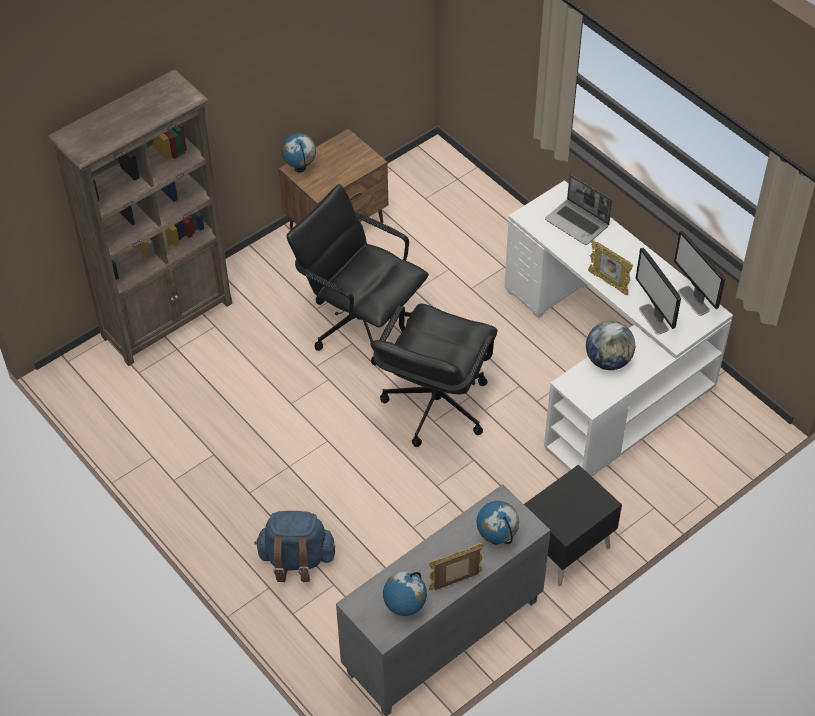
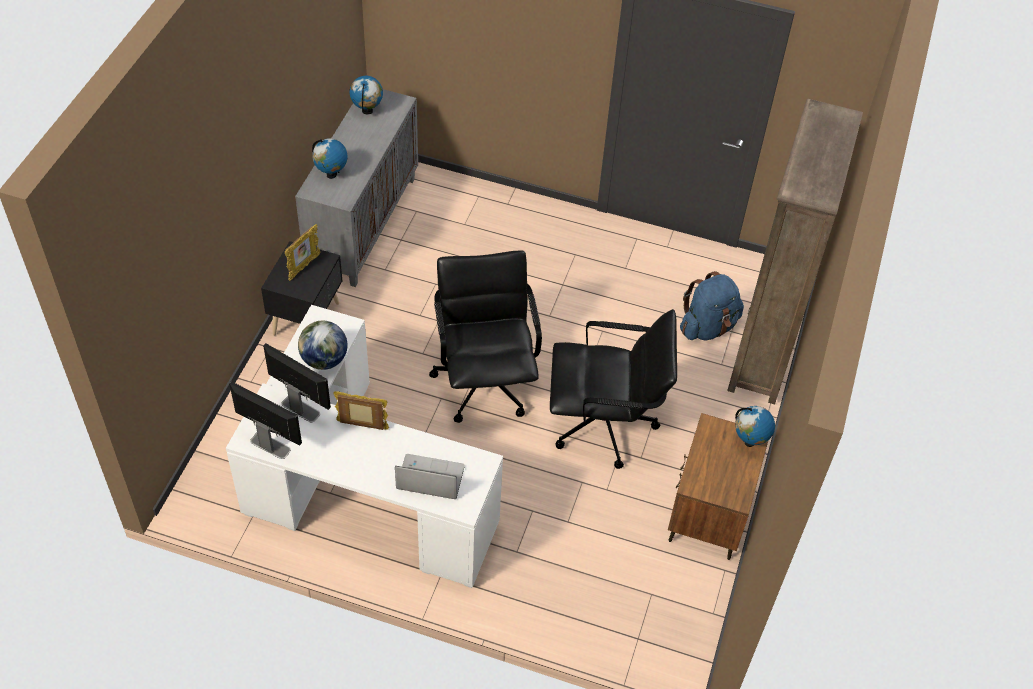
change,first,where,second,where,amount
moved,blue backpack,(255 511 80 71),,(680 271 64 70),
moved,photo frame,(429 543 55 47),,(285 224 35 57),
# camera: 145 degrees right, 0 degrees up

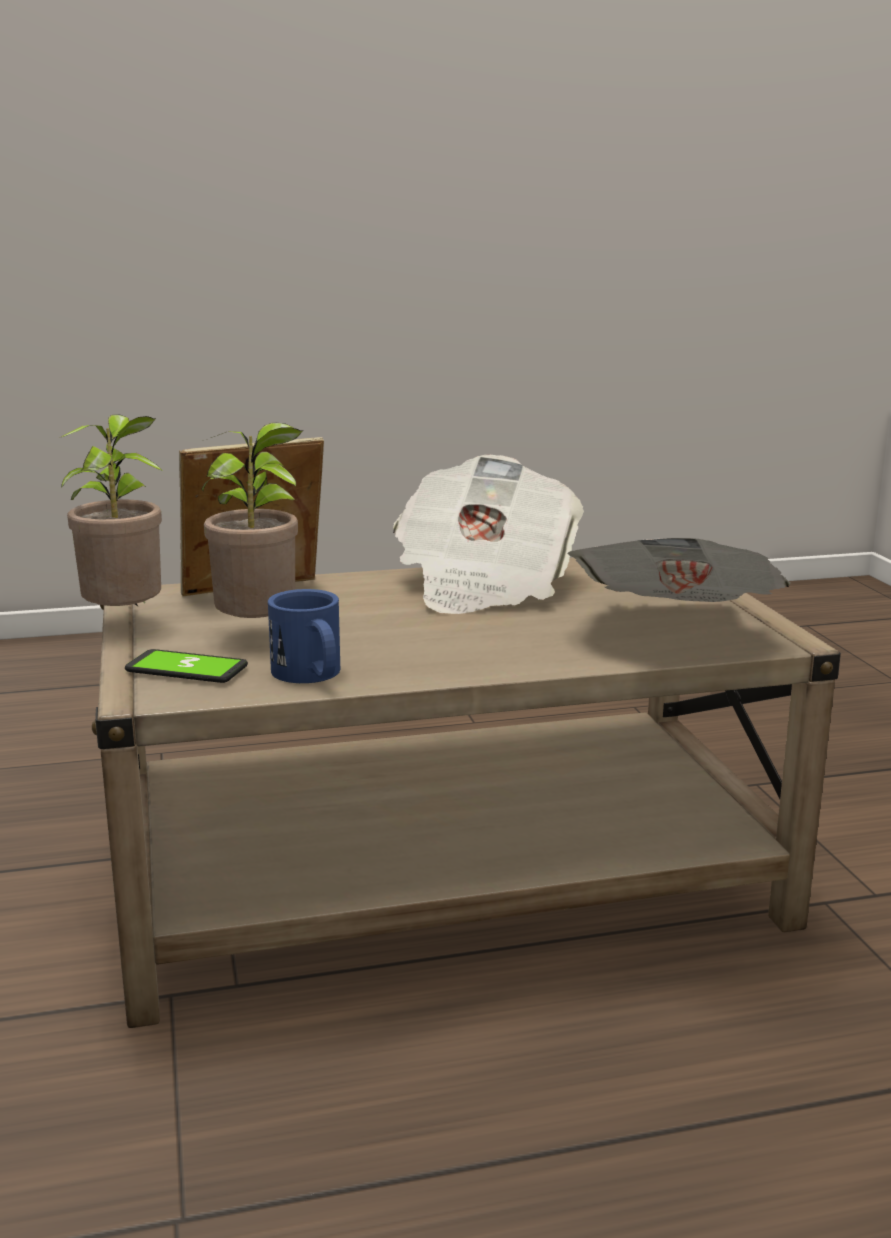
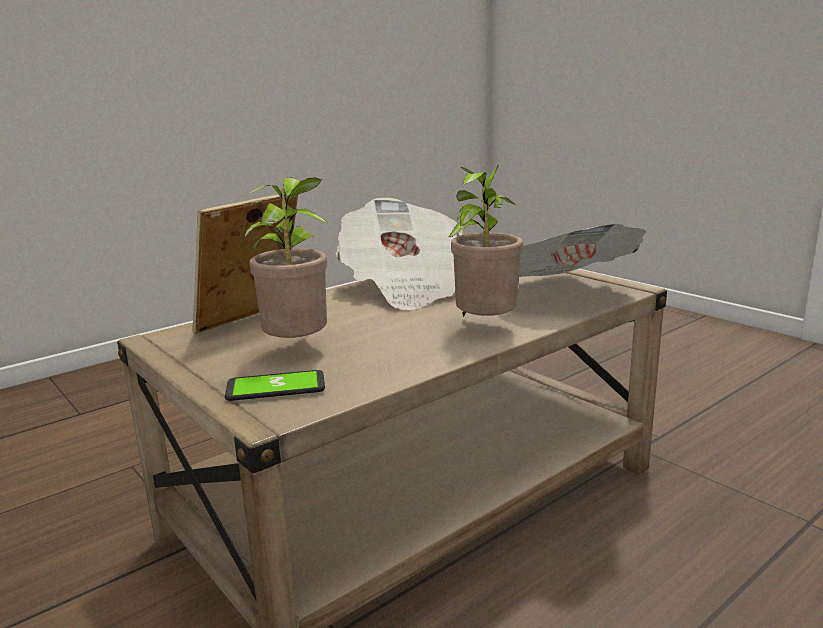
change,first,where,second,where,amount
removed,blue tea mug,(268 589 72 94),,,
moved,potted plant,(59 415 105 191),,(449 164 74 153),
# camera: 25 degrees left, 0 degrees up

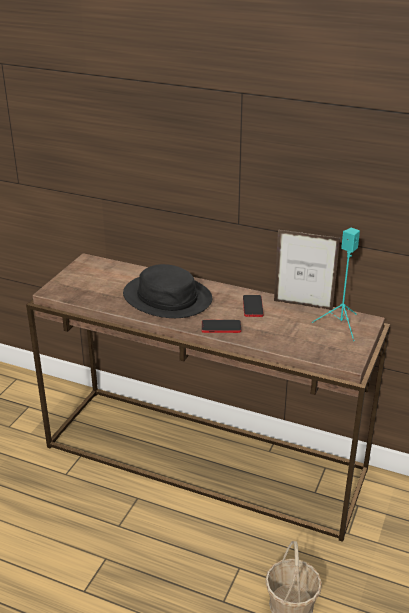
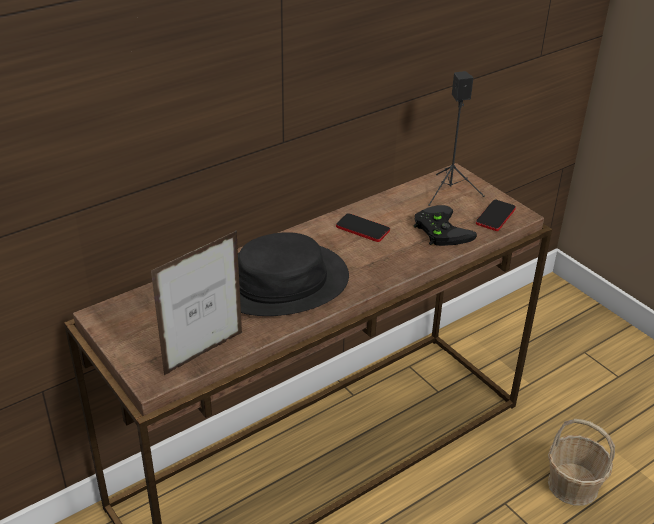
change,first,where,second,where,amount
added,,,black game controller,(413 205 64 41),
moved,telephone,(202 320 39 13),,(476 199 40 32),
moved,photo frame,(274 229 66 81),,(151 230 92 145),
recoloured,turquoise speaker,(312 228 48 113),black speaker,(428 71 57 135),
# camera: 60 degrees left, 5 degrees up

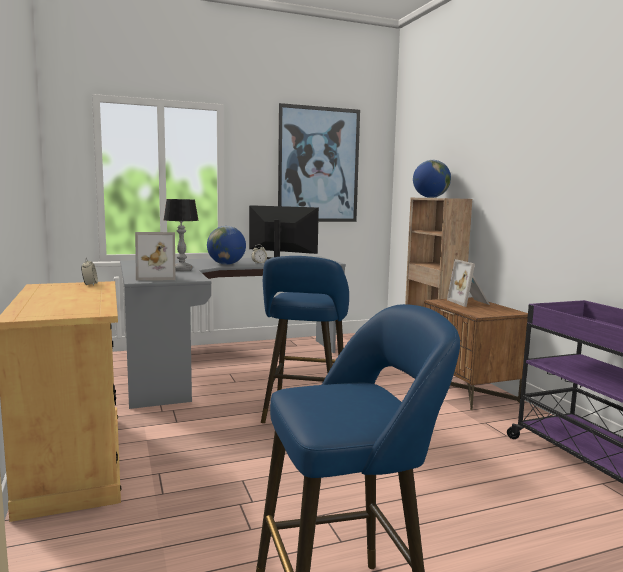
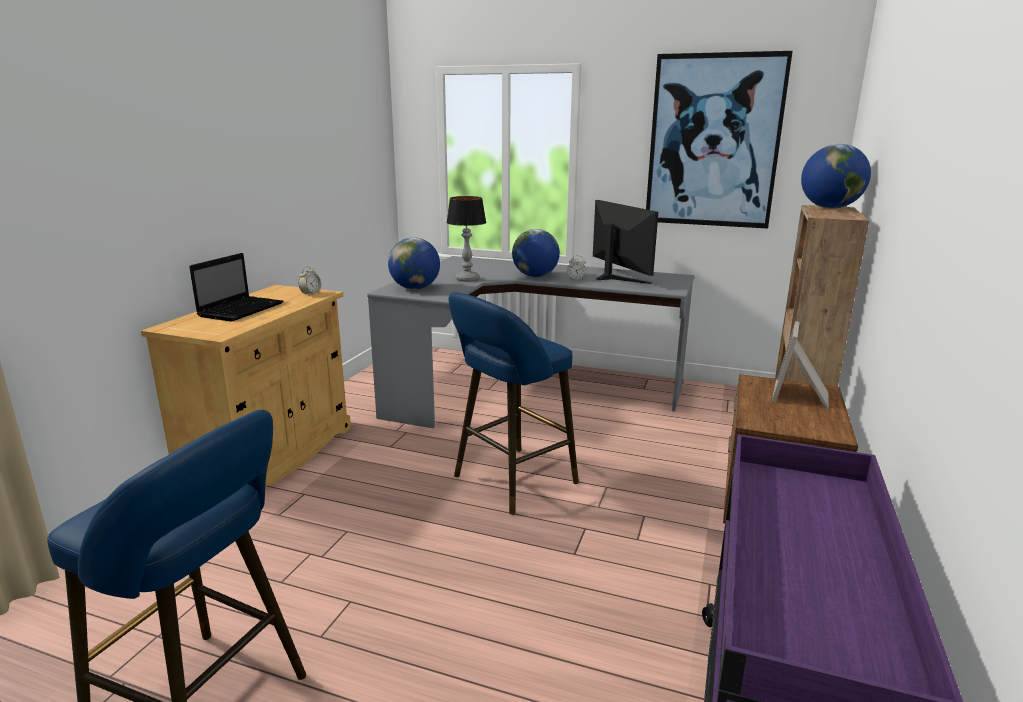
change,first,where,second,where,amount
added,,,notebook computer,(189 253 94 69),
replaced,photo frame,(135 232 41 49),world globe,(388 237 52 52),
# camera: 40 degrees right, 10 degrees up

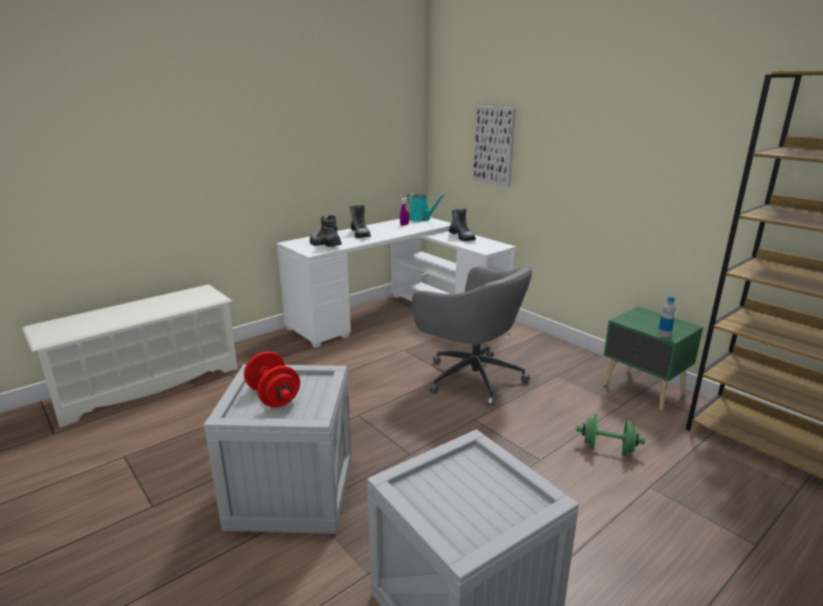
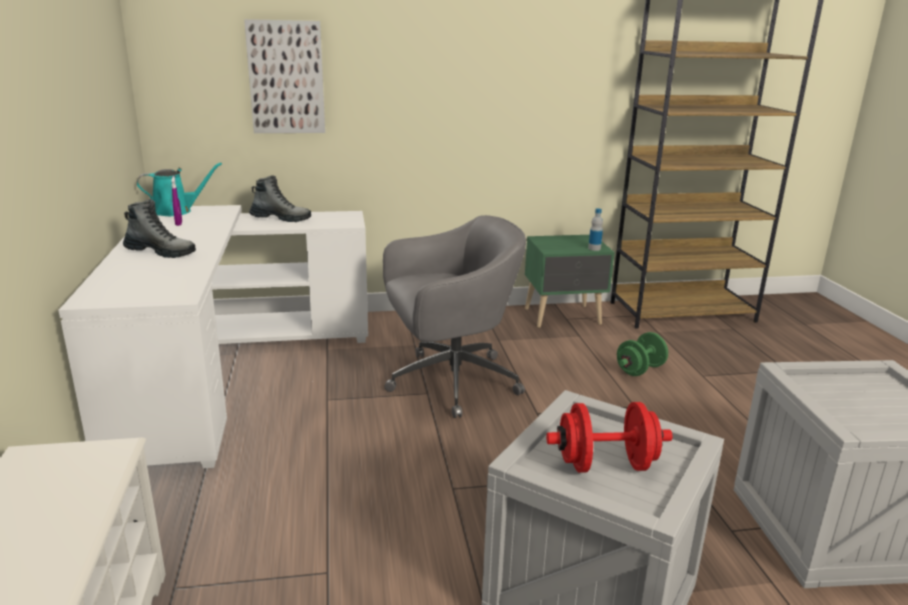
change,first,where,second,where,amount
removed,tall boot,(310 215 32 32),,,
# camera: 60 degrees left, 0 degrees up

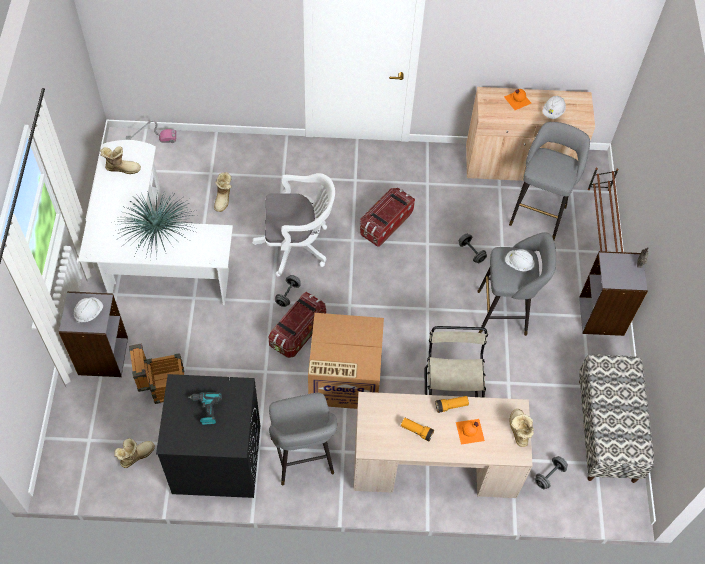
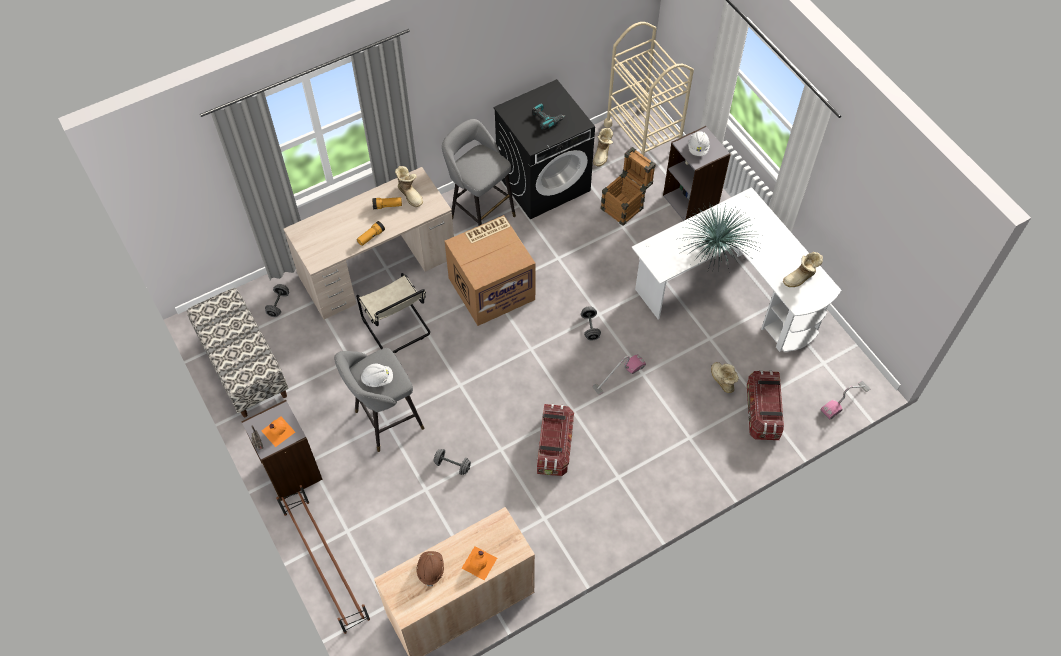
change,first,where,second,where,amount
removed,greyish stool,(509 122 81 118),,,
added,,,sand-coloured cart,(604 22 90 134),
moved,storage box,(268 292 58 66),,(747 370 37 70),
moved,orange bottle,(456 419 29 26),,(262 416 33 31),
moved,tall boot,(510 409 24 38),,(395 166 28 41),
replaced,white-coloured office chair,(252 173 83 104),vacuum cleaner,(592 354 54 41),
recoloured,white-coloured hard hat,(542 95 24 24),brownish hard hat,(417 551 27 35),
# camera: 150 degrees right, 0 degrees up

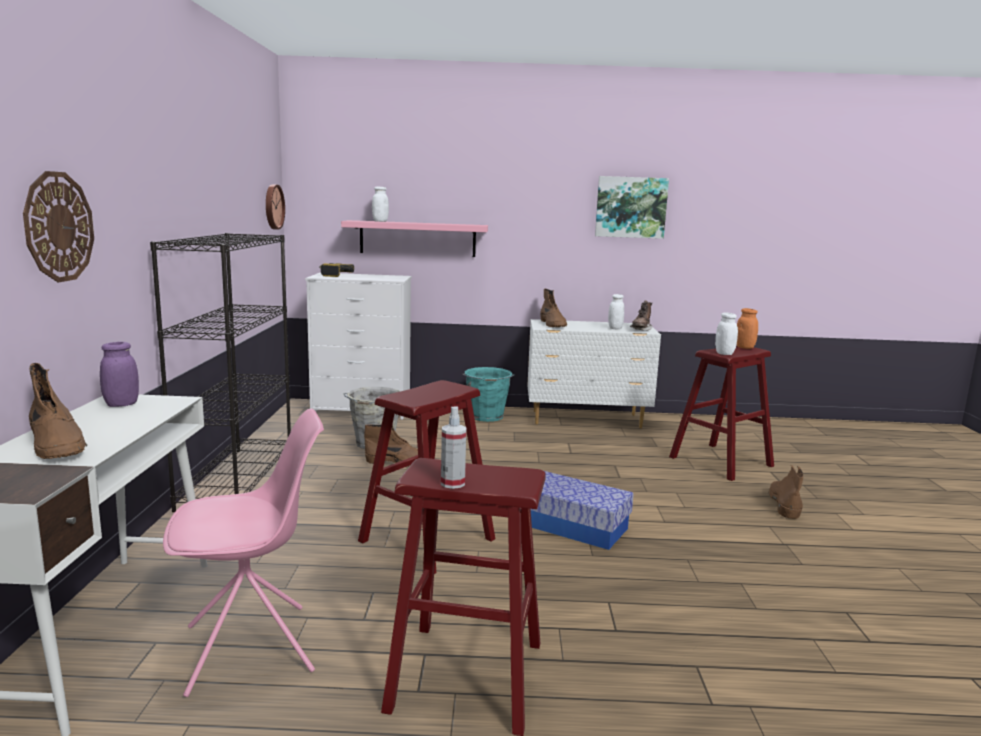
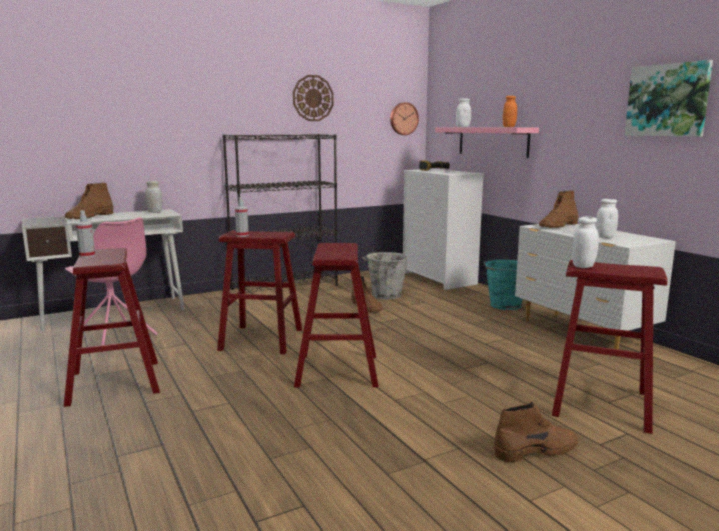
change,first,where,second,where,amount
removed,brownish tall boot,(630 301 22 30),,,
added,,,spray bottle,(235 197 14 40),
moved,clock on the wall,(23 171 71 111),,(293 75 41 46),
moved,orange preserve jar,(737 308 21 41),,(503 96 14 31),
replaced,storage box,(531 471 103 79),red-coloured stool,(294 243 85 144),
recoloured,purple preserve jar,(100 342 39 65),white-coloured preserve jar,(145 181 17 32),
# camera: 60 degrees right, 0 degrees up

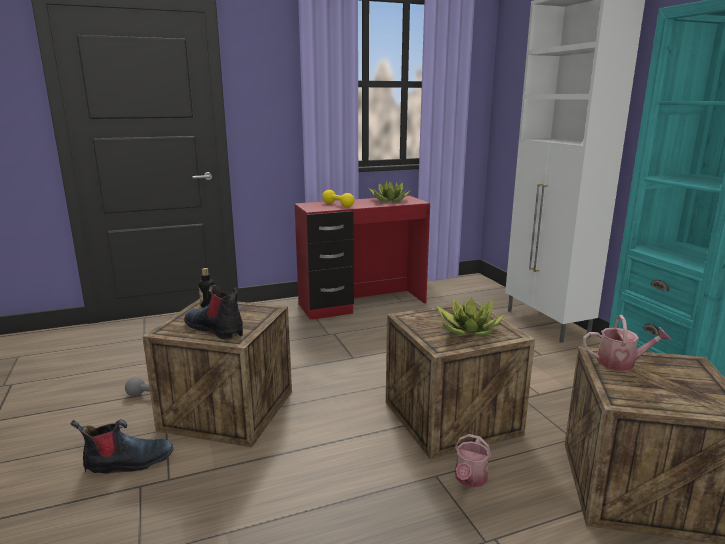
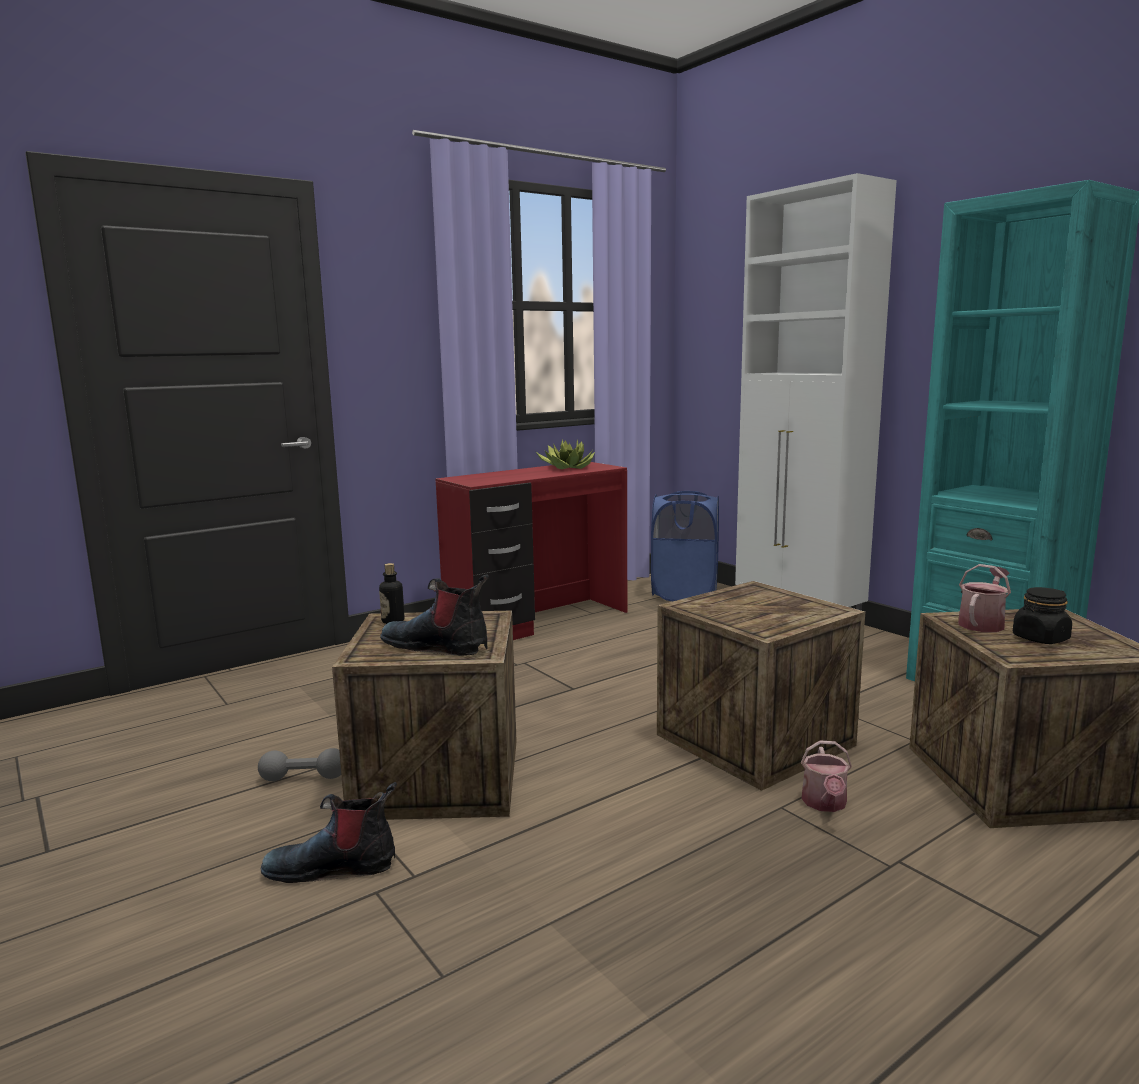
change,first,where,second,where,amount
removed,yellowish hand weight,(322 190 33 17),,,
removed,potted plant,(436 297 69 39),,,
added,,,blue hamper,(651 491 68 110),
added,,,black preserve jar,(1013 587 59 57),
turned,tall boot,(71 419 102 55),,(261 782 136 101),150 degrees counterclockwise
turned,watering pot,(583 315 88 56),,(958 564 53 68),45 degrees counterclockwise
# camera: 15 degrees left, 5 degrees down

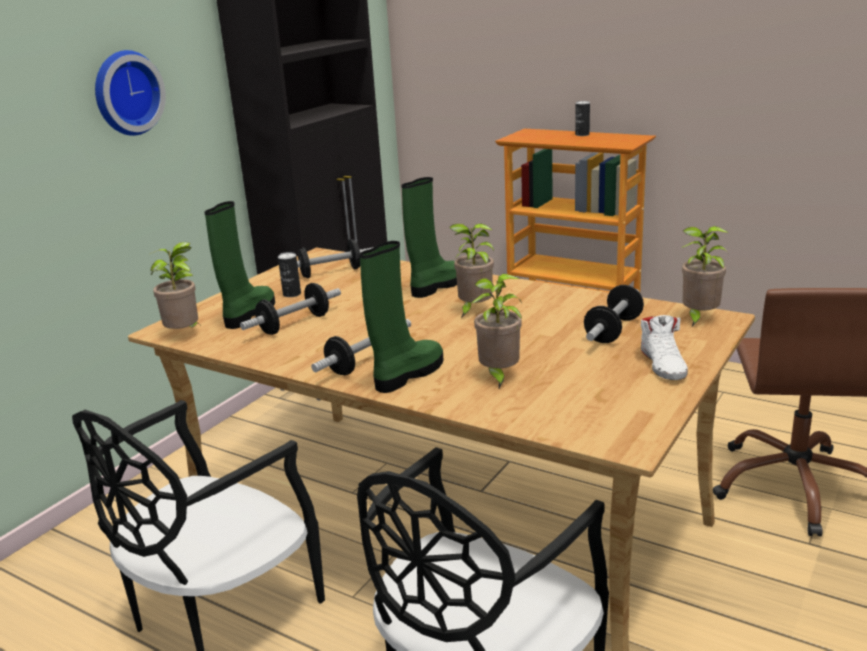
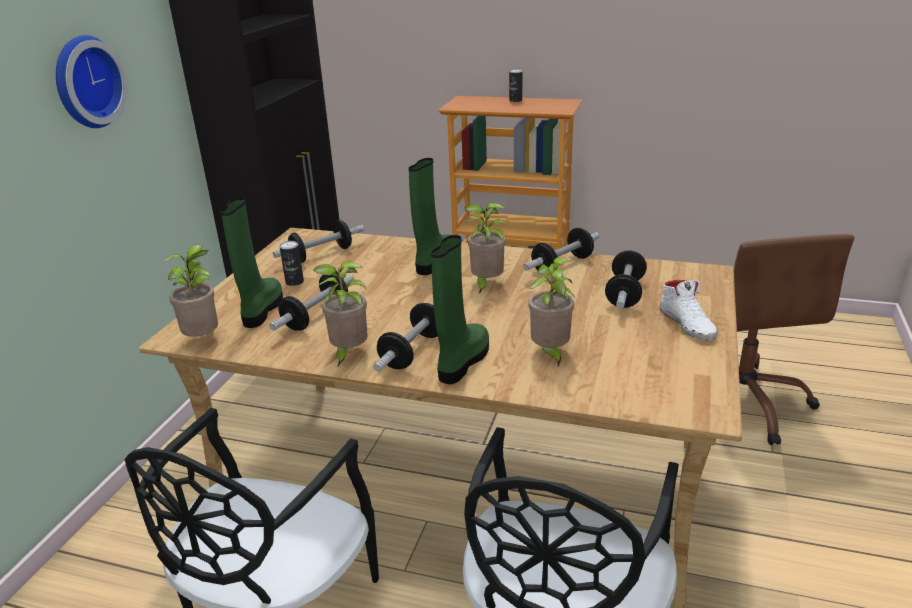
change,first,where,second,where,amount
added,,,hand weight,(523 228 77 47),
moved,potted plant,(681 226 48 102),,(313 261 55 107),
# camera: 15 degrees left, 5 degrees up

